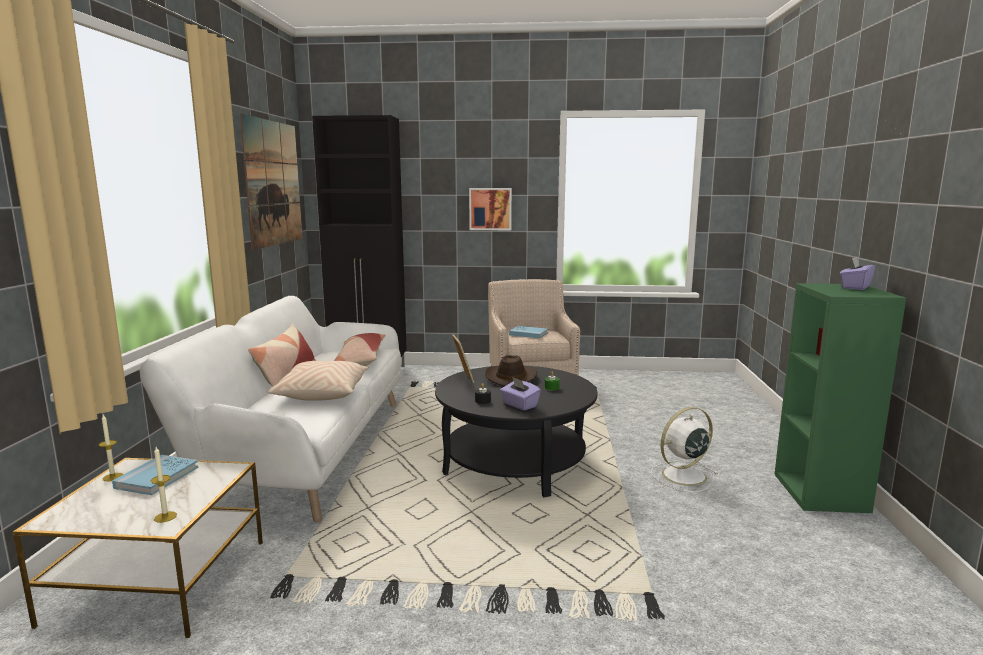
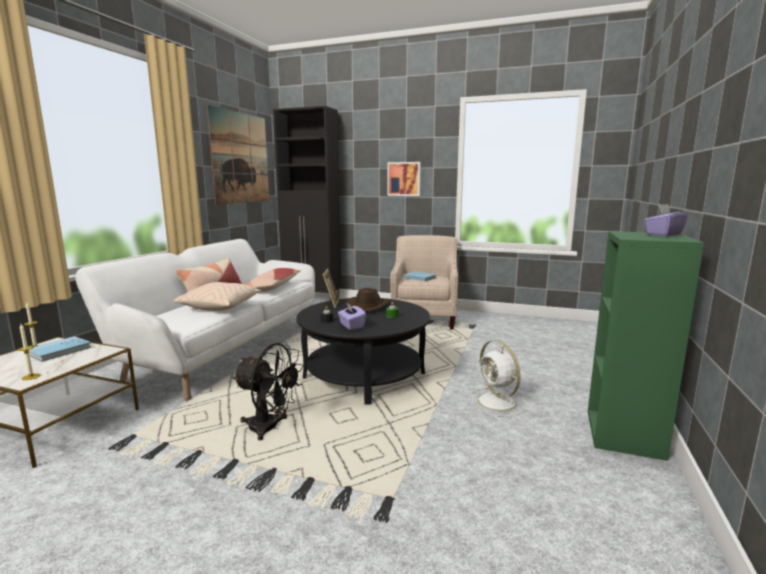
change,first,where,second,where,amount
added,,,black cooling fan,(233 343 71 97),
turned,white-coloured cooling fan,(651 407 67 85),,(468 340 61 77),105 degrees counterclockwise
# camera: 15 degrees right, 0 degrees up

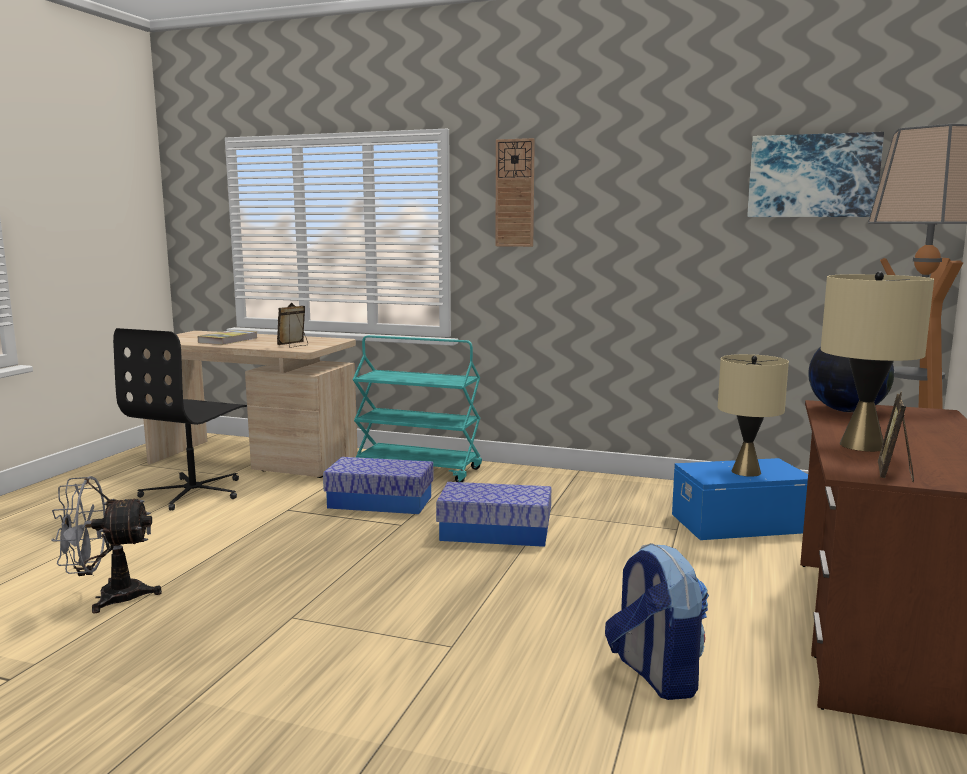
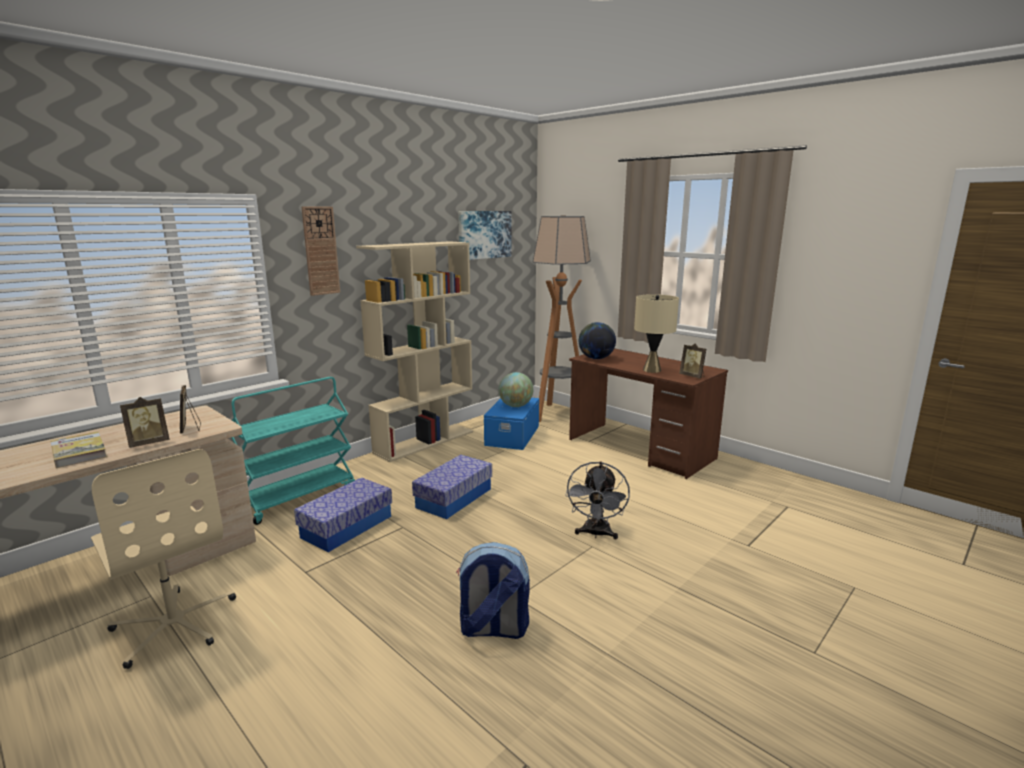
change,first,where,second,where,amount
added,,,photo frame,(120 397 49 51),
added,,,sand-coloured shelving unit,(356 241 117 221),
moved,greyish cooling fan,(51 476 111 138),,(565 462 65 77),
moved,backpack,(605 543 104 157),,(456 542 74 97),
replaced,sand-coloured tabletop lamp,(718 354 71 123),world globe,(499 372 34 35),
recoloured,black office chair,(113 328 134 183),sand-coloured office chair,(91 449 145 220),
# camera: 65 degrees left, 5 degrees up

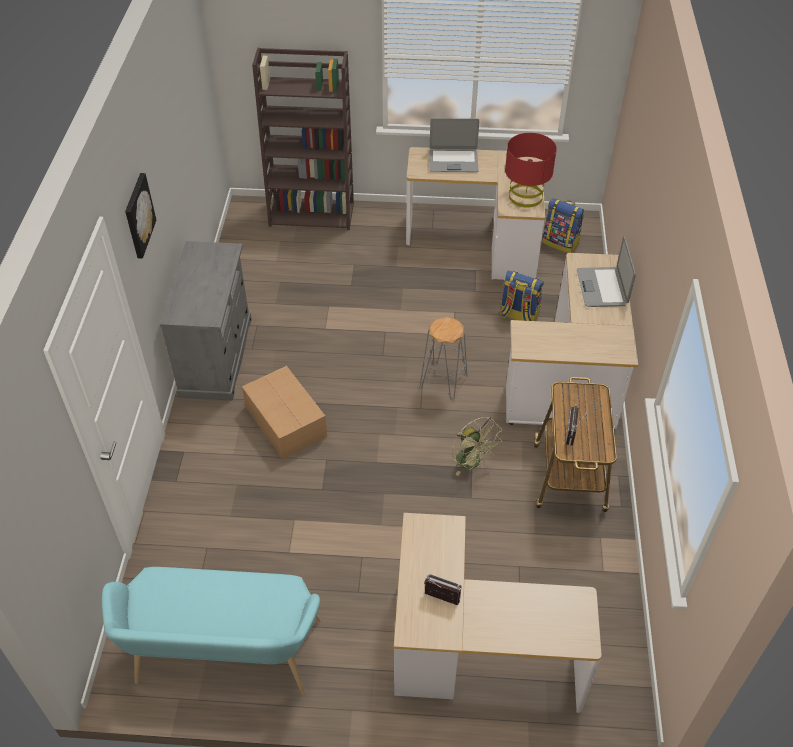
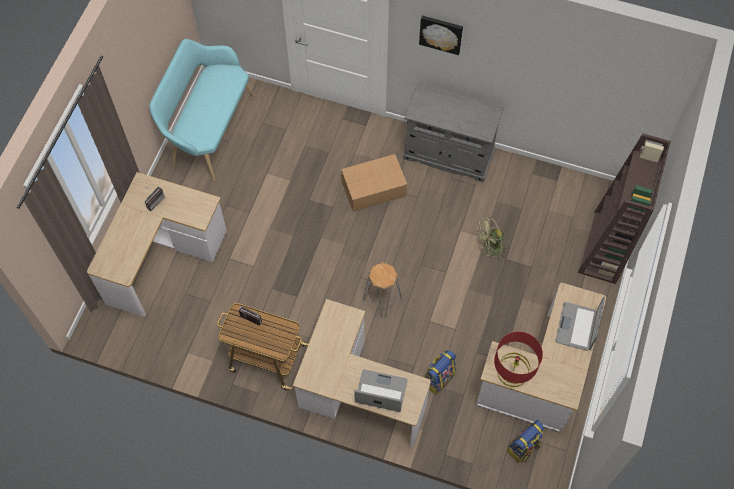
change,first,where,second,where,amount
moved,green-coloured cooling fan,(452 417 50 59),,(477 217 31 44),
# camera: 105 degrees right, 15 degrees up

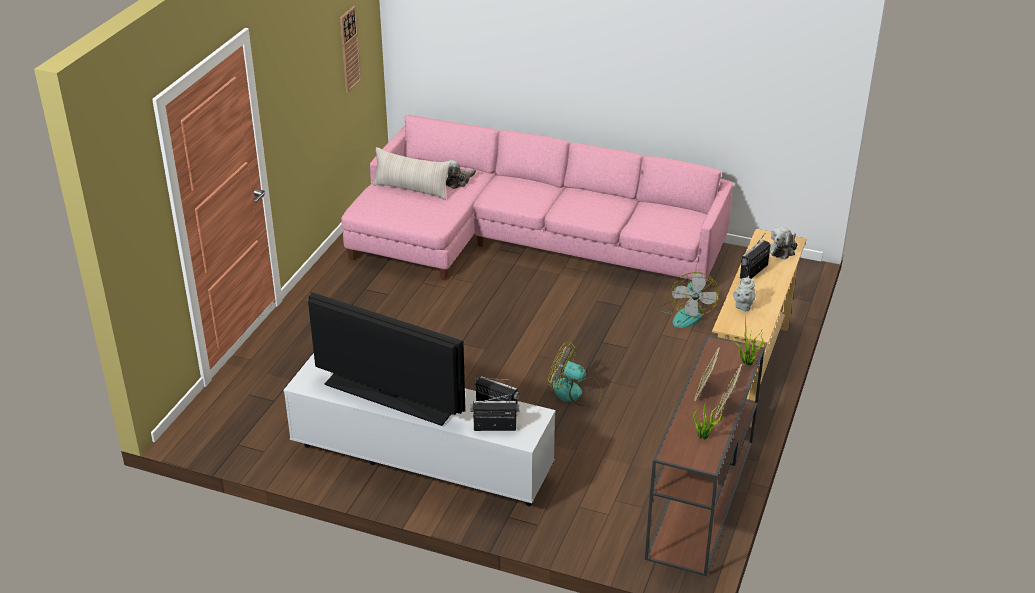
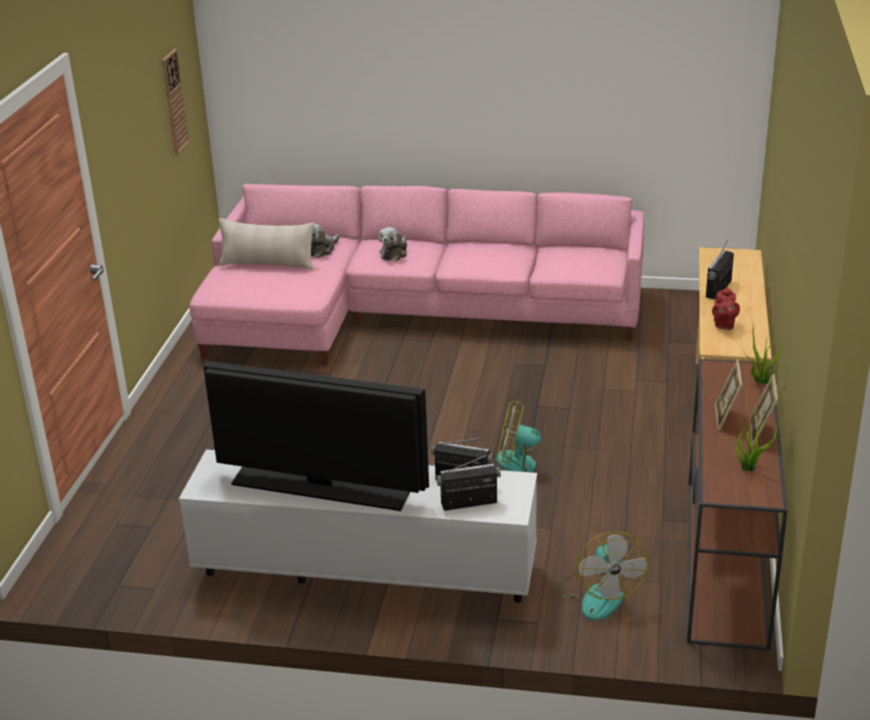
change,first,where,second,where,amount
moved,cooling fan,(659 272 60 56),,(554 531 95 90),
moved,soft toy,(770 227 28 33),,(378 227 29 34),
recoloured,greyish teapot,(733 276 23 35),red-coloured teapot,(712 286 28 44),
# camera: 10 degrees left, 5 degrees down

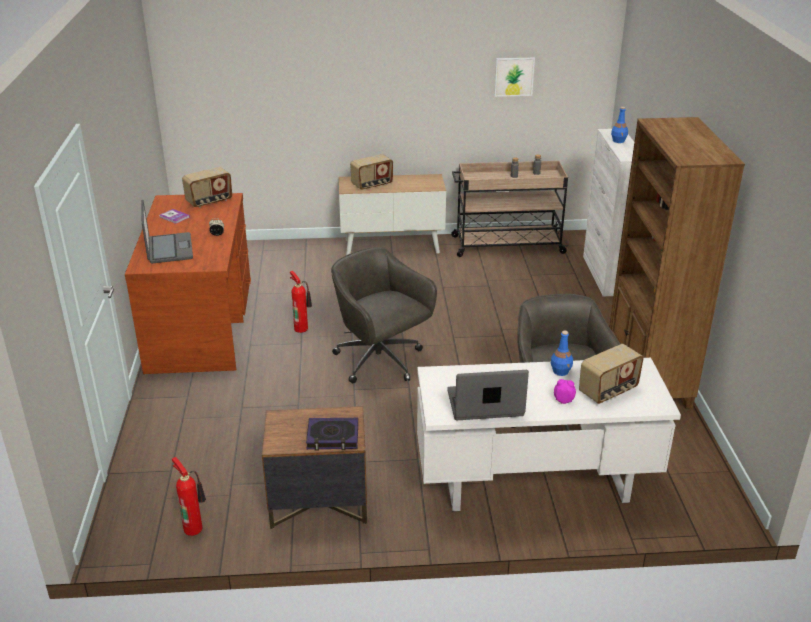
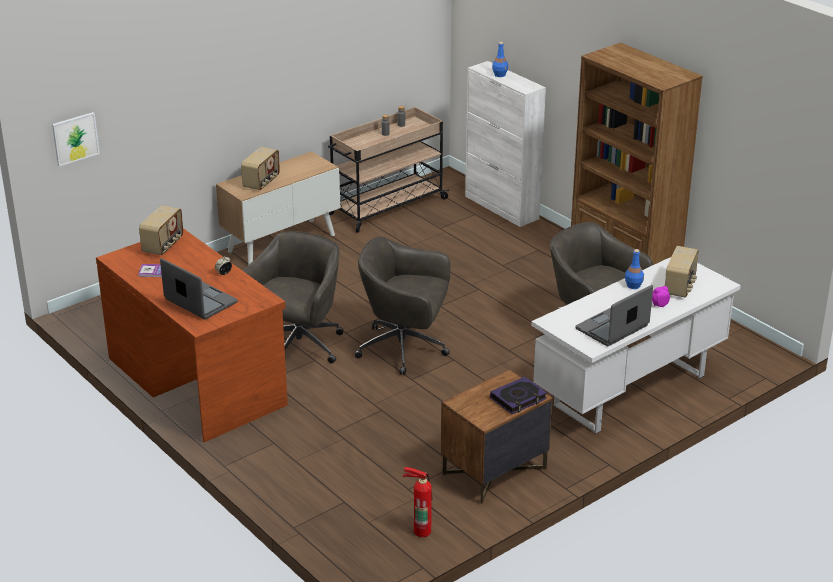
change,first,where,second,where,amount
moved,picture,(494 58 41 39),,(52 112 48 54),
replaced,extinguisher,(290 271 22 62),greyish office chair,(242 231 102 133),
# camera: 35 degrees left, 0 degrees up

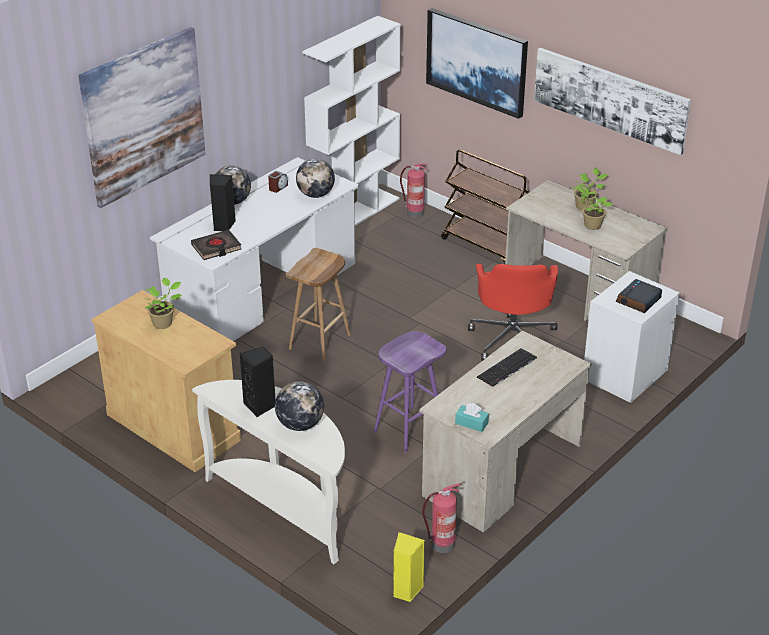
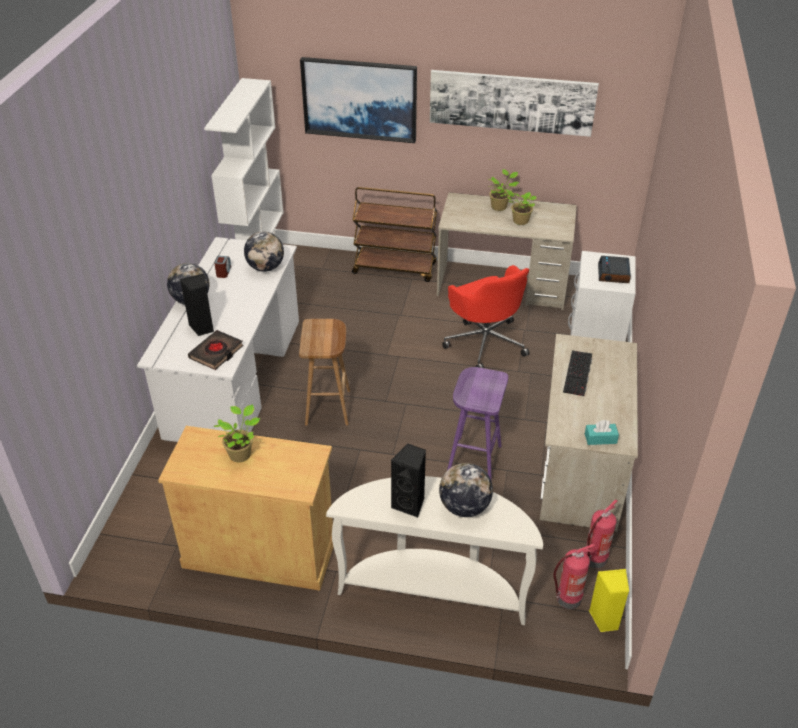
change,first,where,second,where,amount
removed,picture,(78 27 128 181),,,
moved,extinguisher,(400 163 28 55),,(553 544 42 65),
# camera: 30 degrees left, 5 degrees up

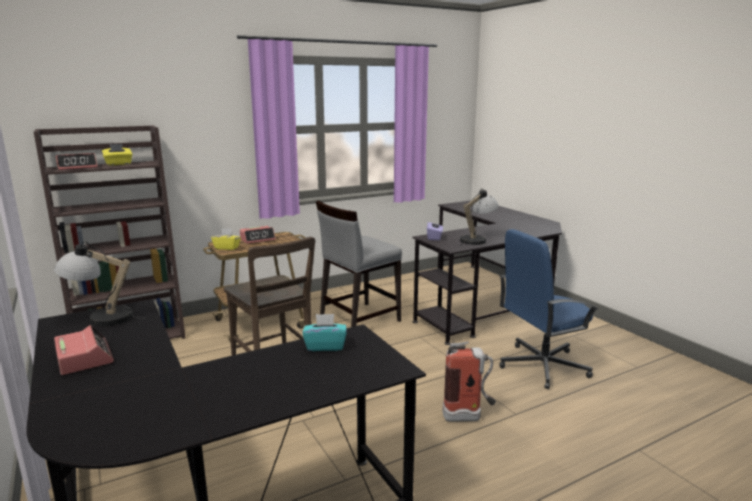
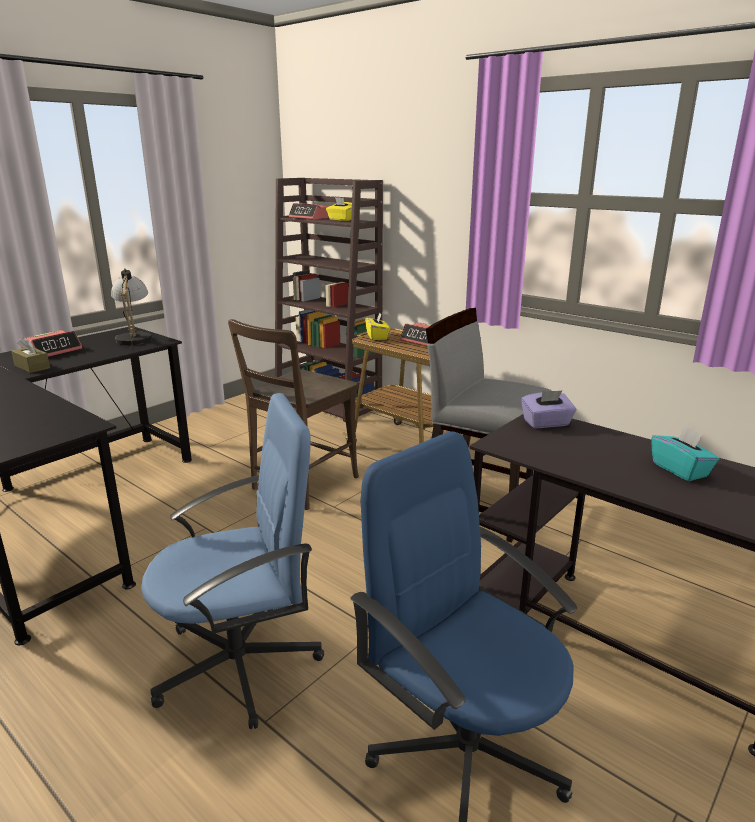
change,first,where,second,where,amount
removed,tabletop lamp,(459 189 39 57),,,
added,,,brownish box of tissues,(11 337 39 36),
moved,turquoise box of tissues,(302 314 45 37),,(651 426 68 55),
replaced,extinguisher,(443 341 53 81),blue office chair,(141 393 183 336),
# camera: 70 degrees right, 5 degrees up

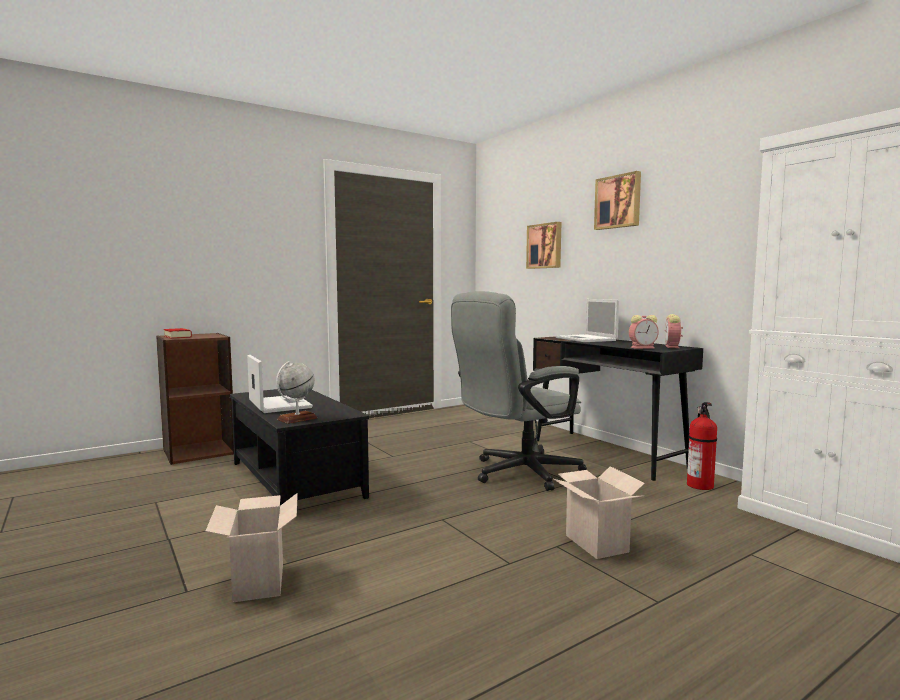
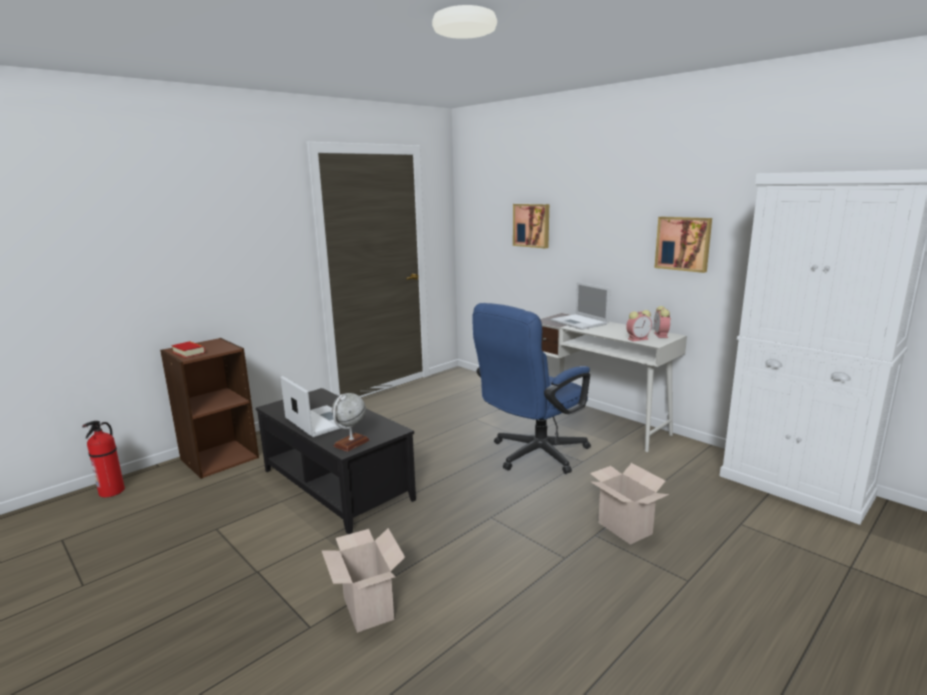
change,first,where,second,where,amount
moved,picture,(594 171 47 59),,(654 217 58 56),
moved,extinguisher,(687 402 30 88),,(82 421 43 76),
recoloured,greyish office chair,(451 291 136 200),blue office chair,(472 303 119 171),
recoloured,black desk unit,(533 336 170 145),white-coloured desk unit,(540 313 147 139),
# camera: 10 degrees left, 10 degrees up

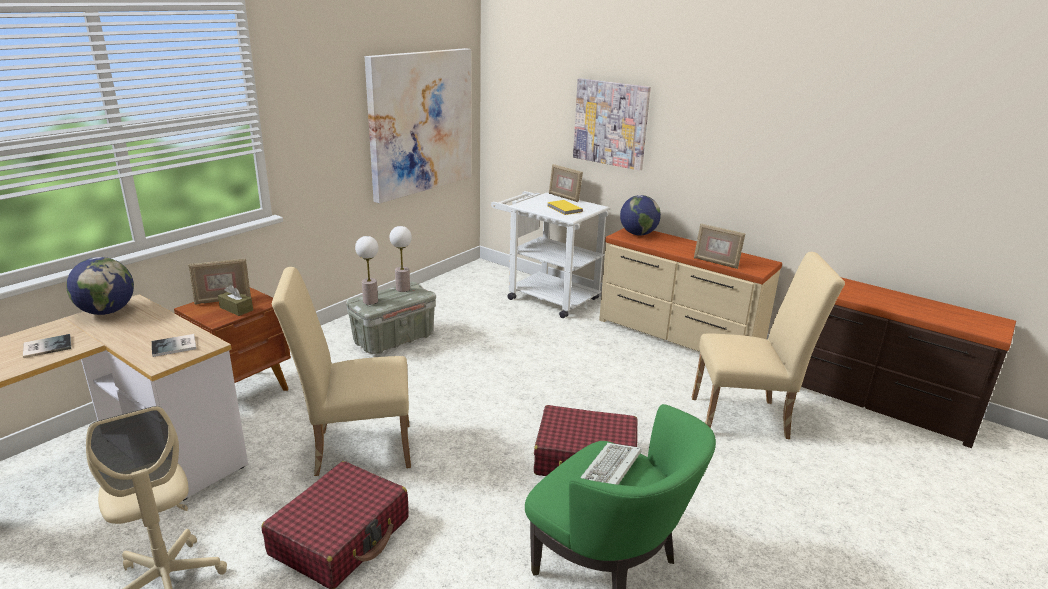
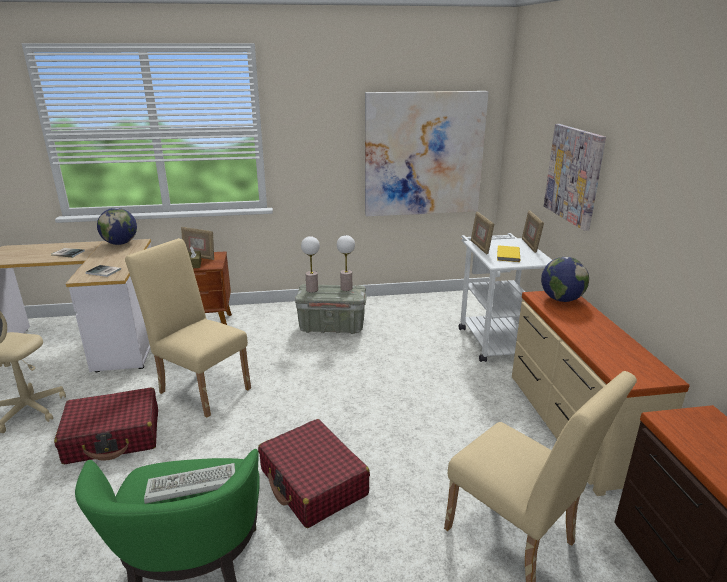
change,first,where,second,where,amount
moved,photo frame,(694 223 51 46),,(471 212 23 43),
# camera: 45 degrees right, 0 degrees up

